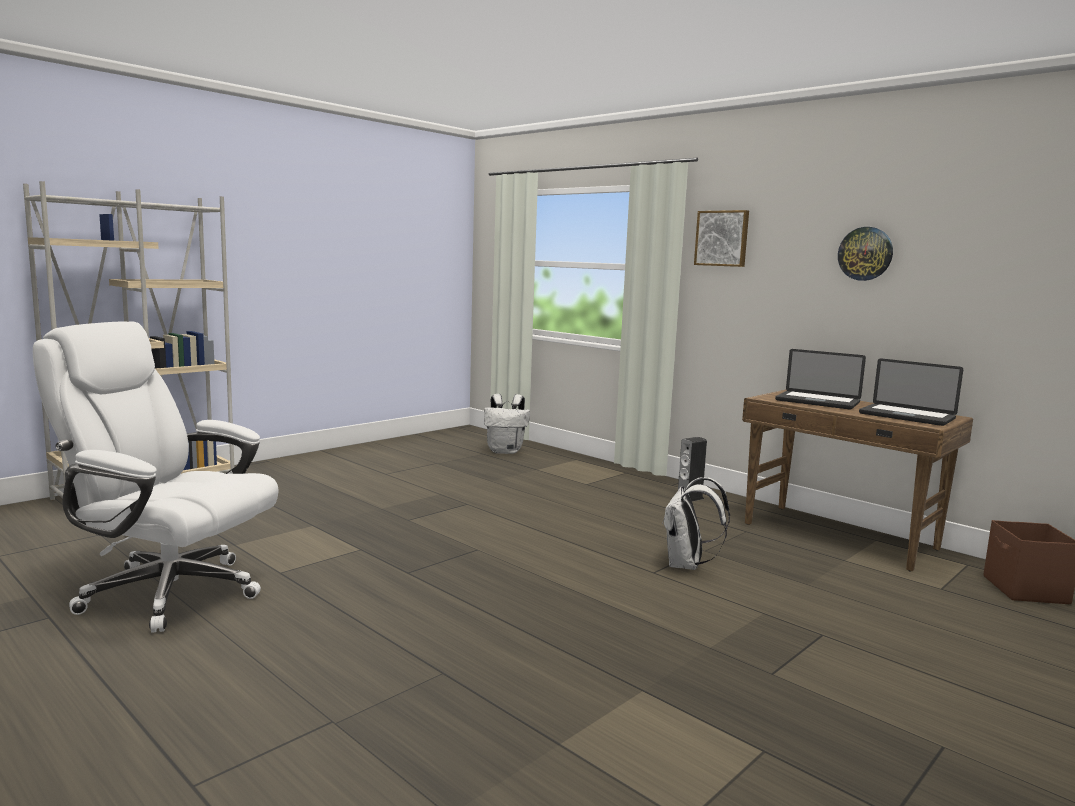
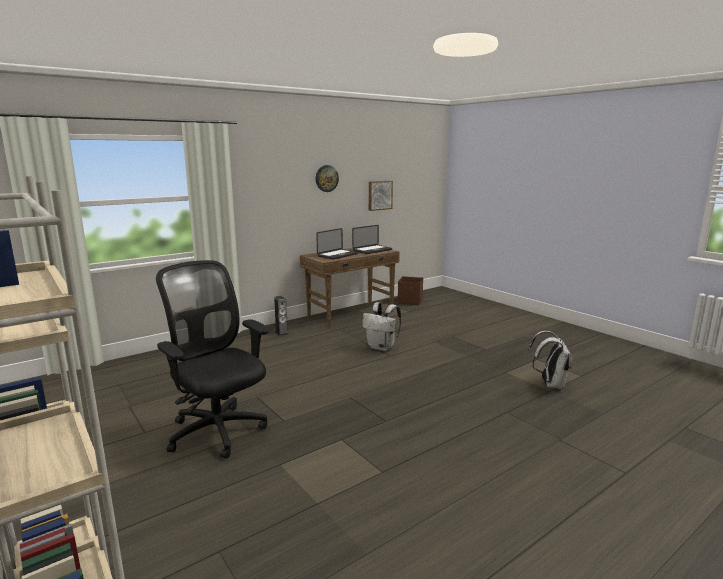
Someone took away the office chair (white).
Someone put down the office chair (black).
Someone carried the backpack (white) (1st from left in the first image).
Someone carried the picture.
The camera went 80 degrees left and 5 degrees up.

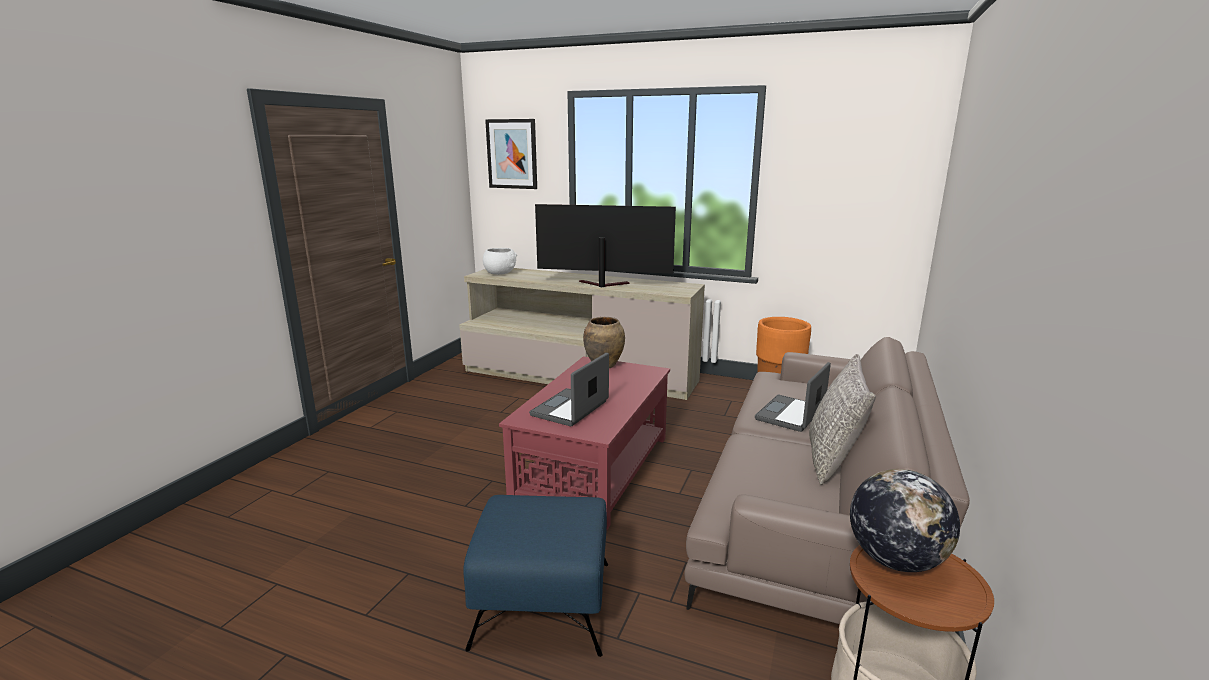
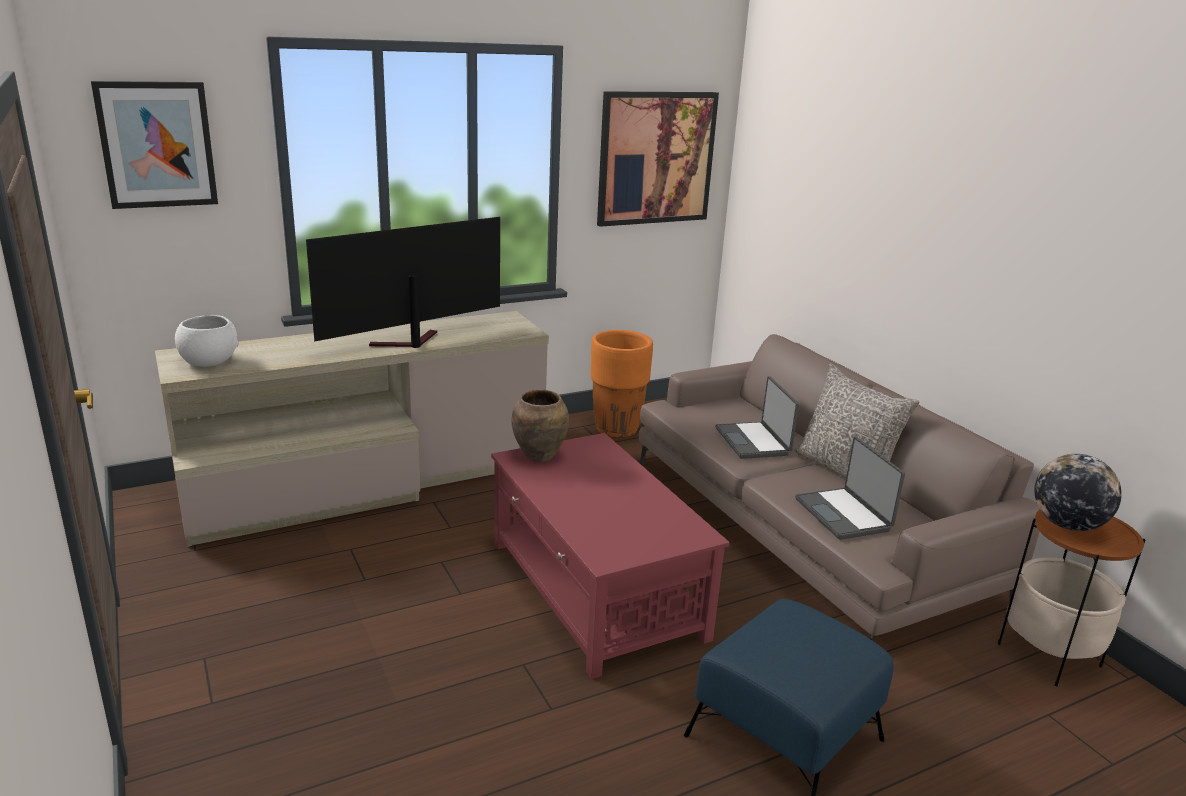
Someone put up the picture (2nd from left).
Someone carried the laptop (1st from left in the first image).
The camera went 50 degrees left and 5 degrees up.

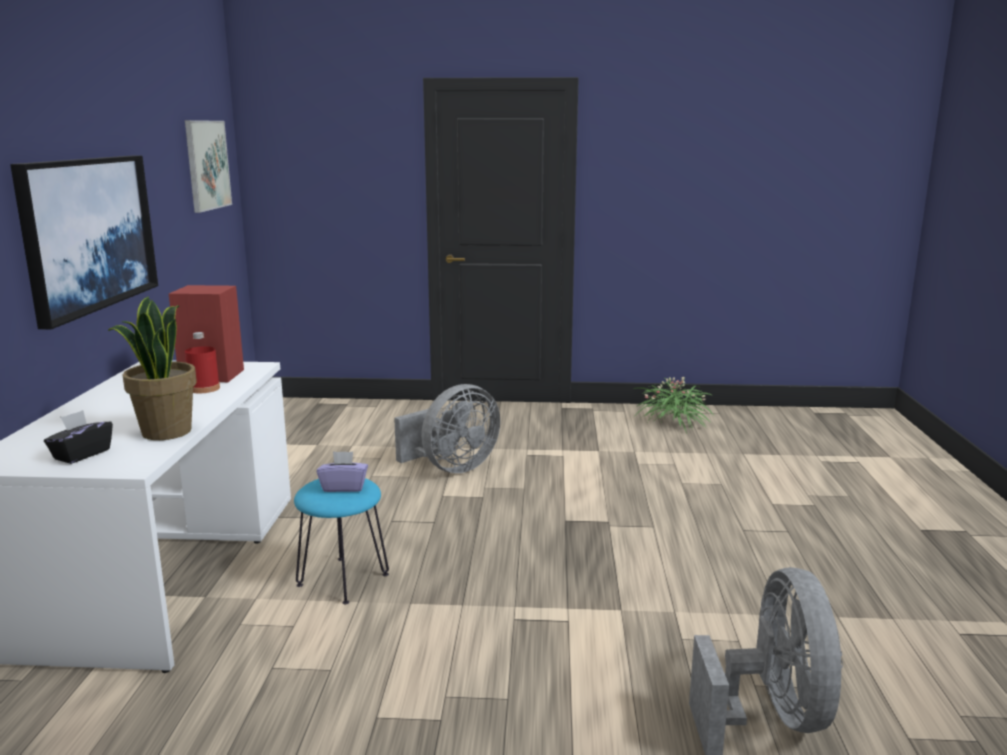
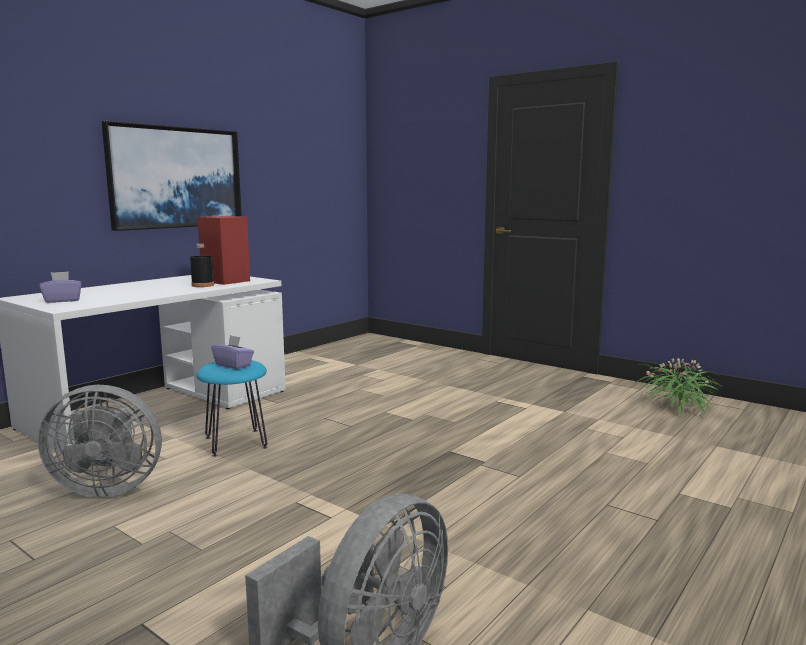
Someone took away the potted plant (1st from left).
Someone took away the picture (2nd from left).
Someone carried the fan (grey) (1st from left).
Someone repainted the tissue box (black), which became the tissue box (purple) (1st from left).
Someone repainted the bottle (red), which became the bottle (black).
The camera went 35 degrees right and 5 degrees down.

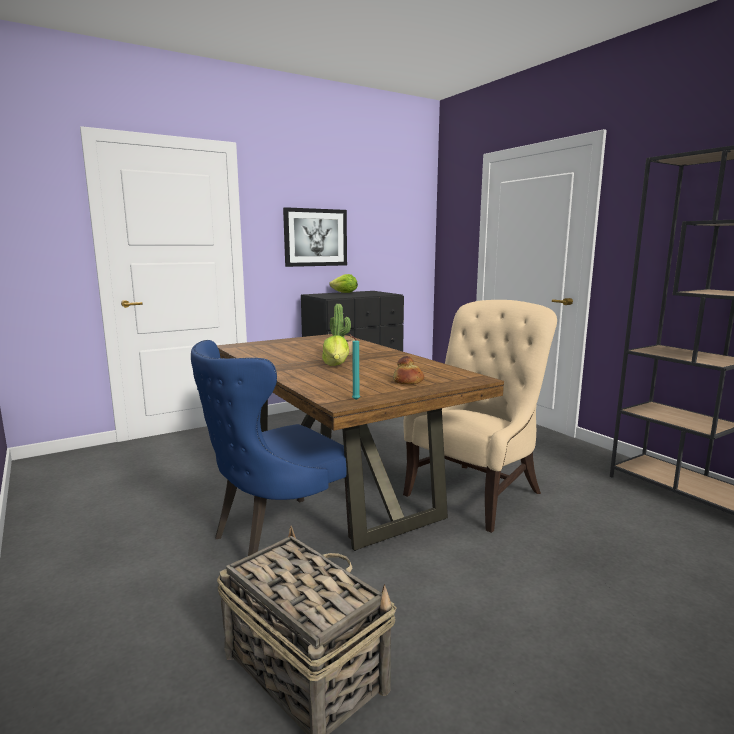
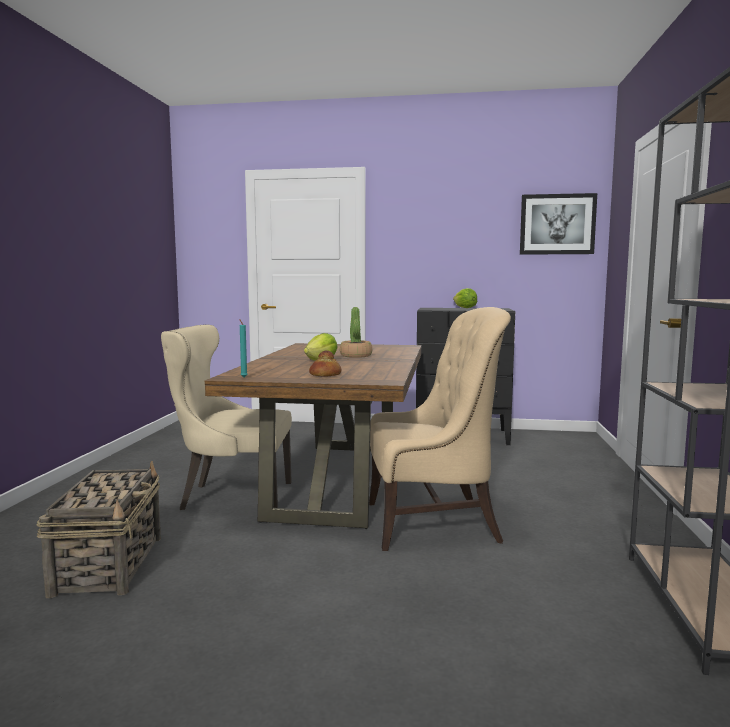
Someone carried the picture.
Someone repainted the chair (blue), which became the chair (beige) (1st from left).
The camera went 40 degrees right and 5 degrees down.

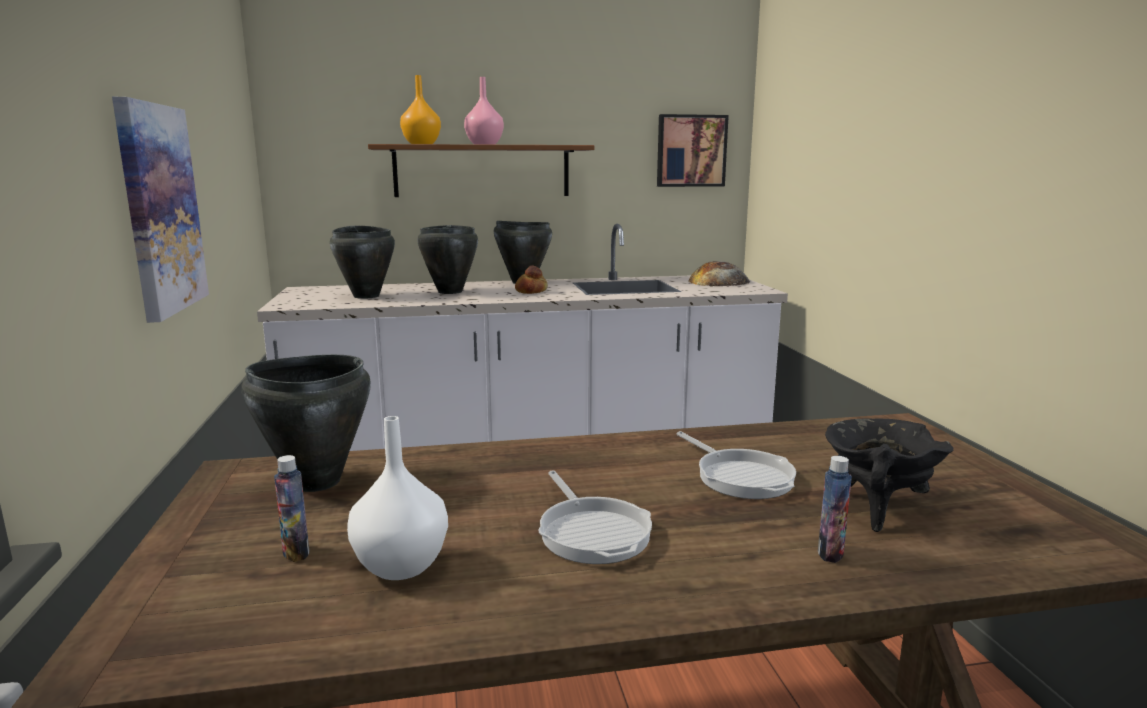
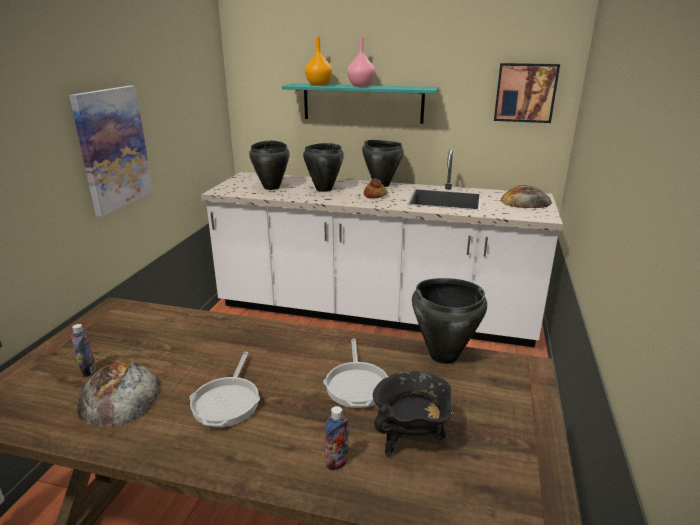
Someone carried the cooking pot (black) (1st from left in the first image).
Someone swapped the vase (white) for the bread (1st from left).
Someone repainted the shelf (brown), which became the shelf (turquoise).
The camera went 25 degrees right and 10 degrees up.

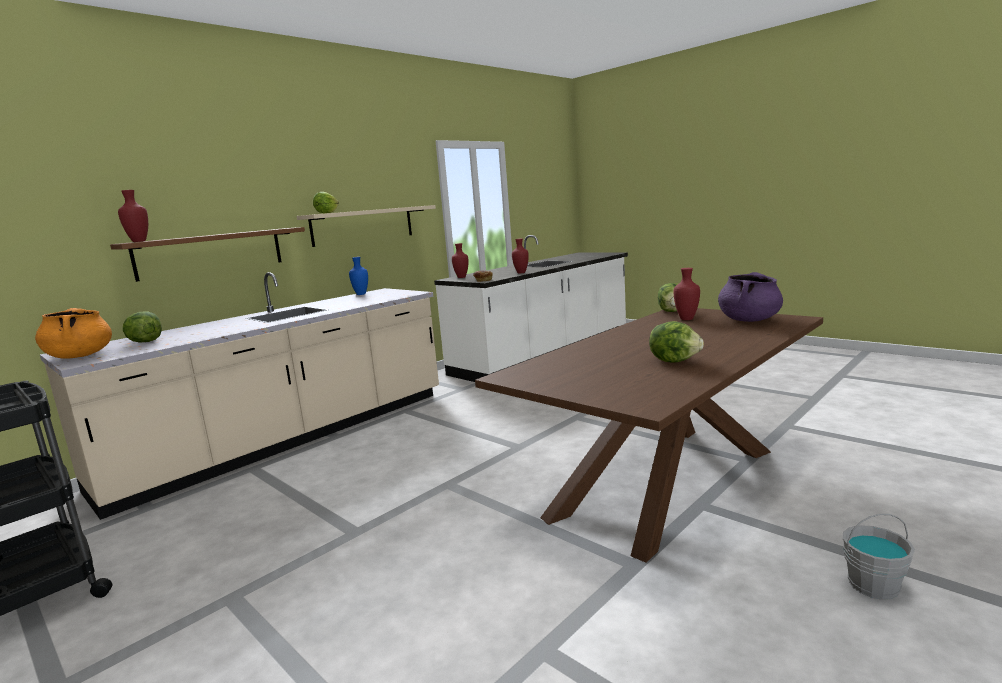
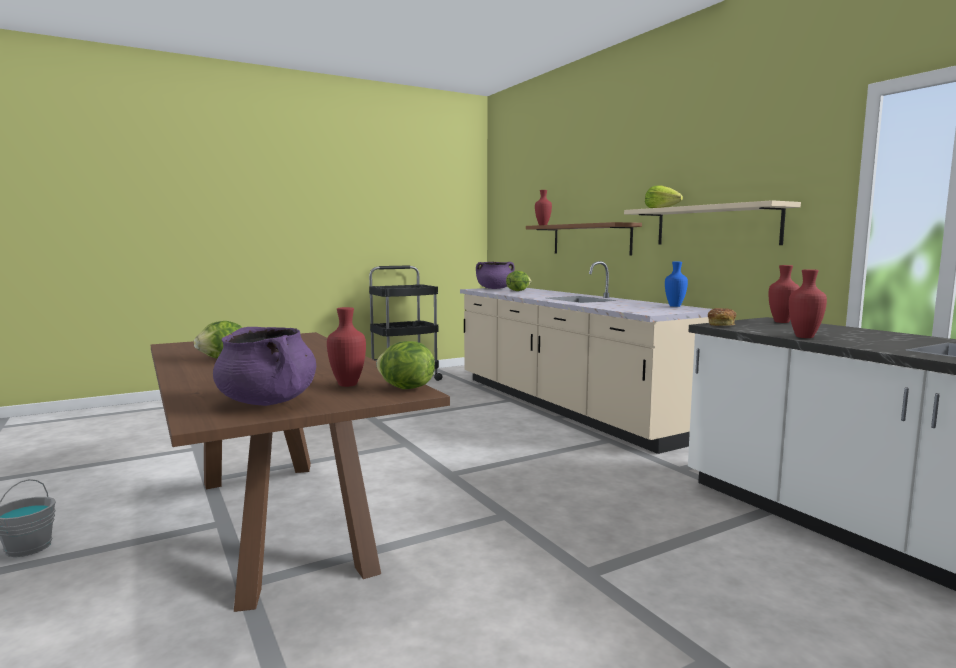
Someone repainted the cooking pot (orange), which became the cooking pot (purple) (2nd from left).
The camera went 105 degrees right and 5 degrees down.

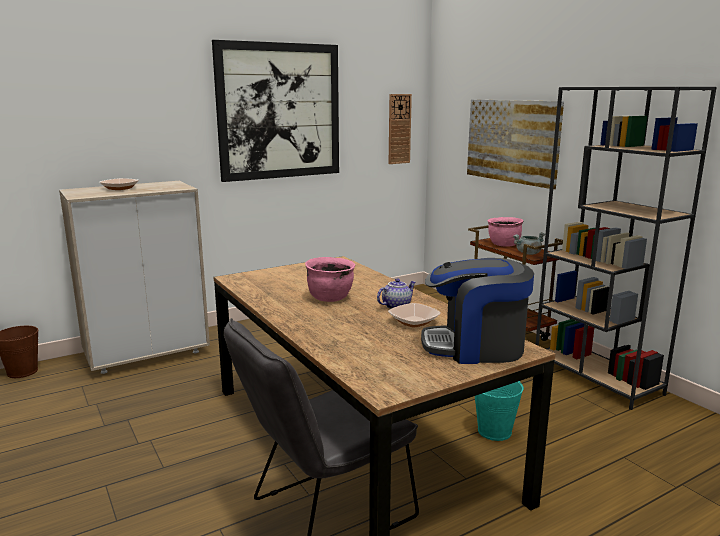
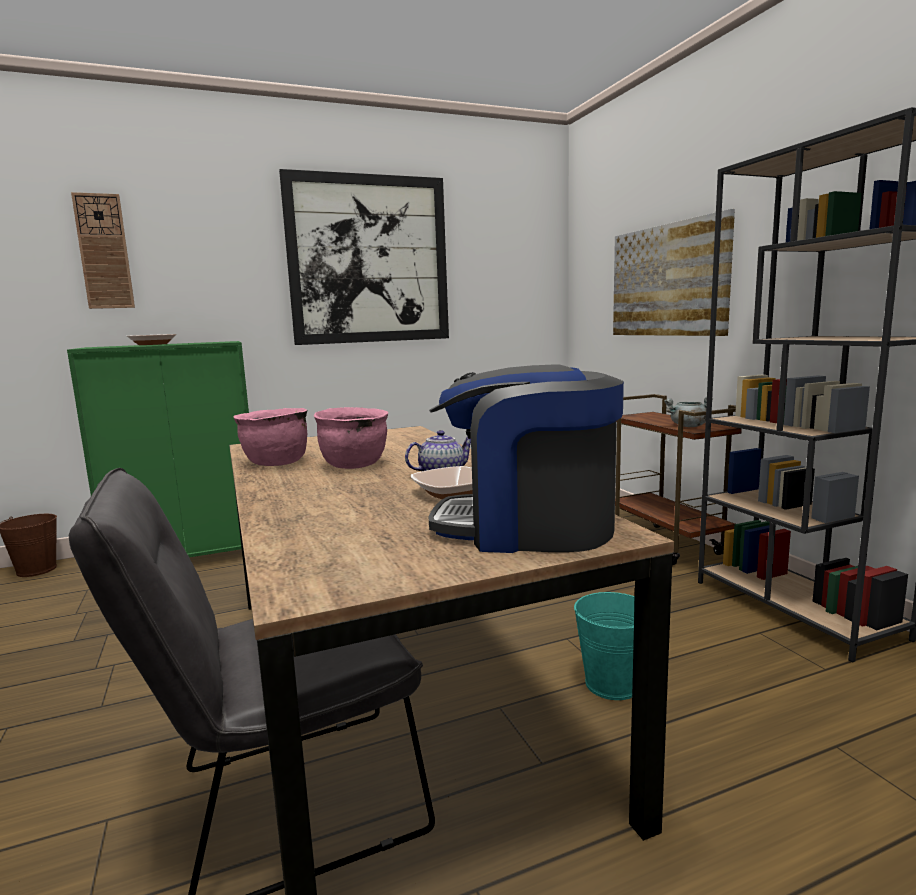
Someone carried the wall clock.
Someone carried the cooking pot (pink) (2nd from left in the first image).
Someone repainted the cabinet (beige), which became the cabinet (green).
The camera went 10 degrees right and 5 degrees down.

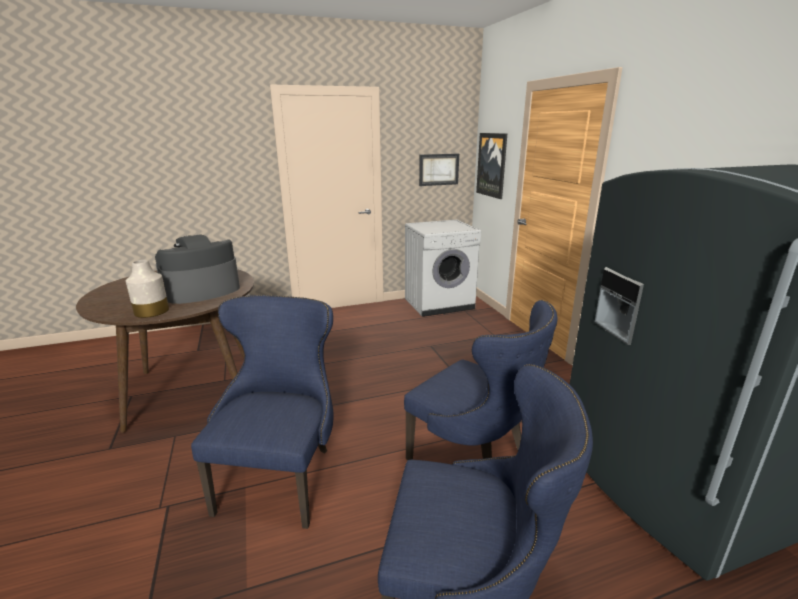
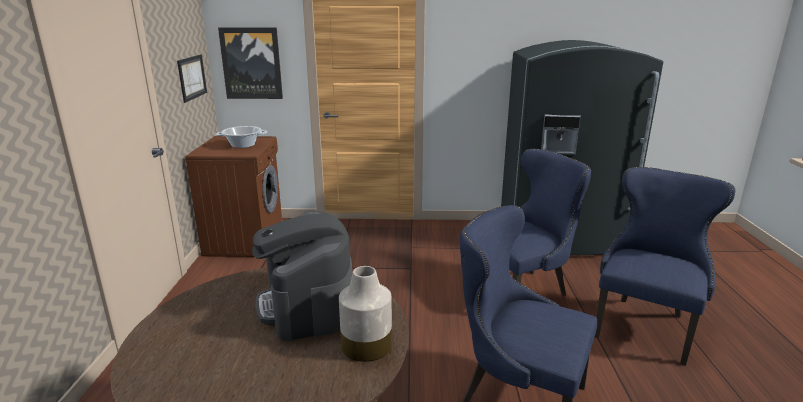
Someone put down the cooking pot.
Someone repainted the washing machine (white), which became the washing machine (brown).
The camera went 70 degrees left and 0 degrees up.

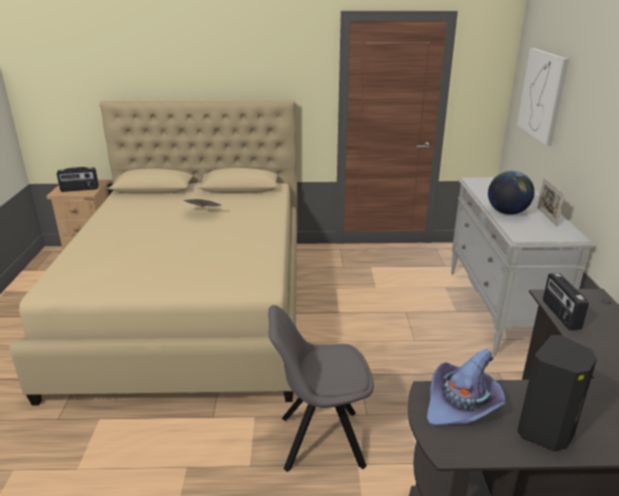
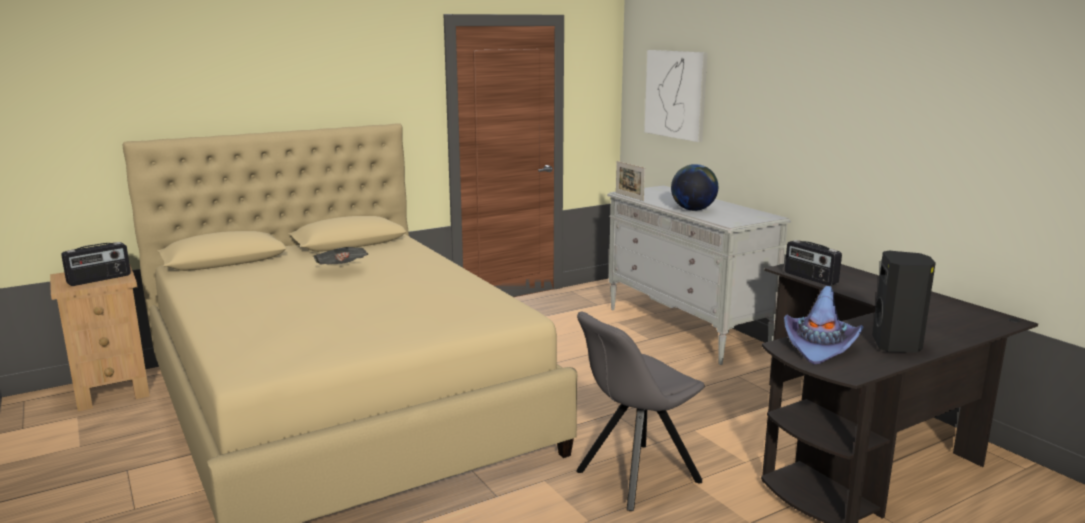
Someone carried the picture frame.
The camera went 30 degrees left and 10 degrees down.

